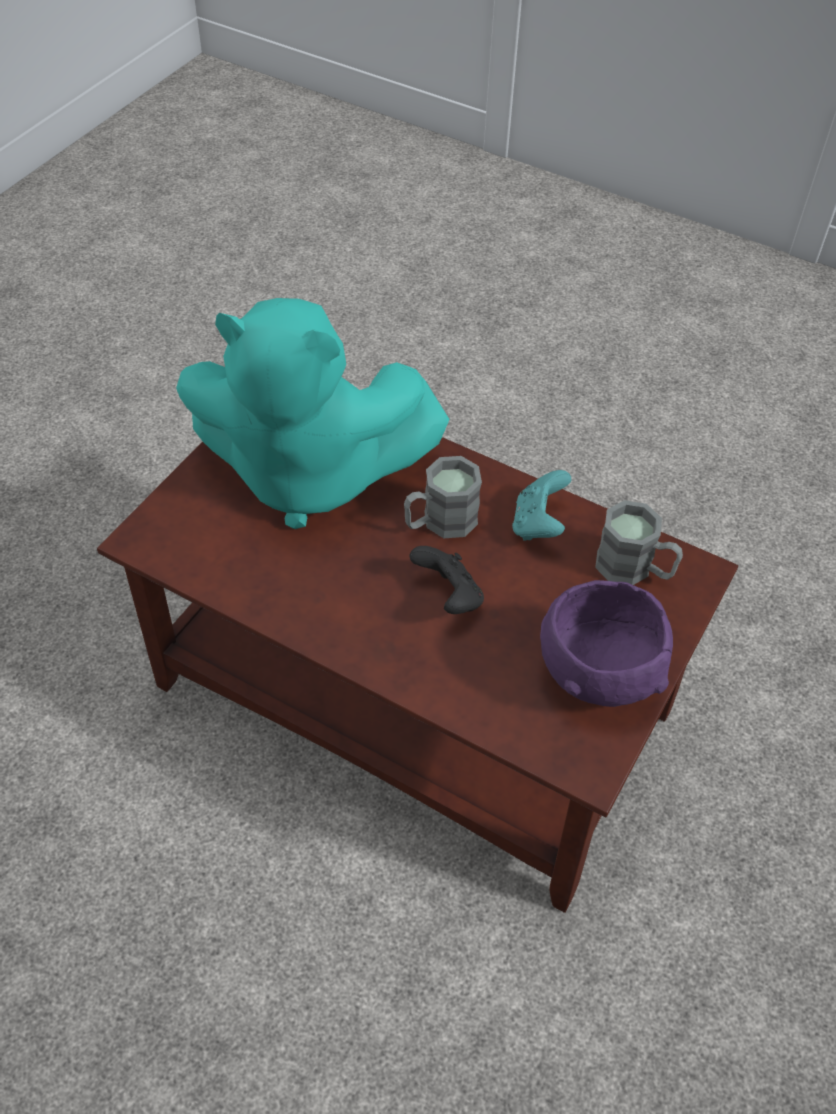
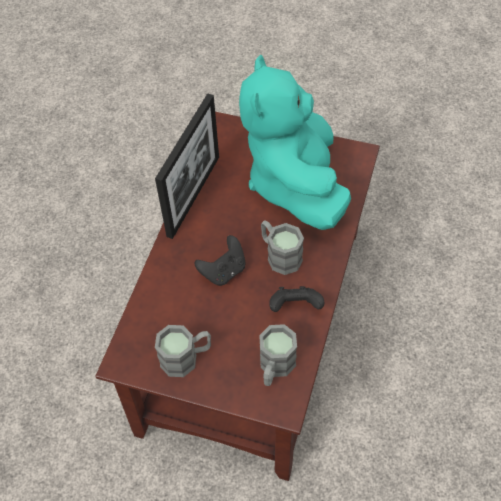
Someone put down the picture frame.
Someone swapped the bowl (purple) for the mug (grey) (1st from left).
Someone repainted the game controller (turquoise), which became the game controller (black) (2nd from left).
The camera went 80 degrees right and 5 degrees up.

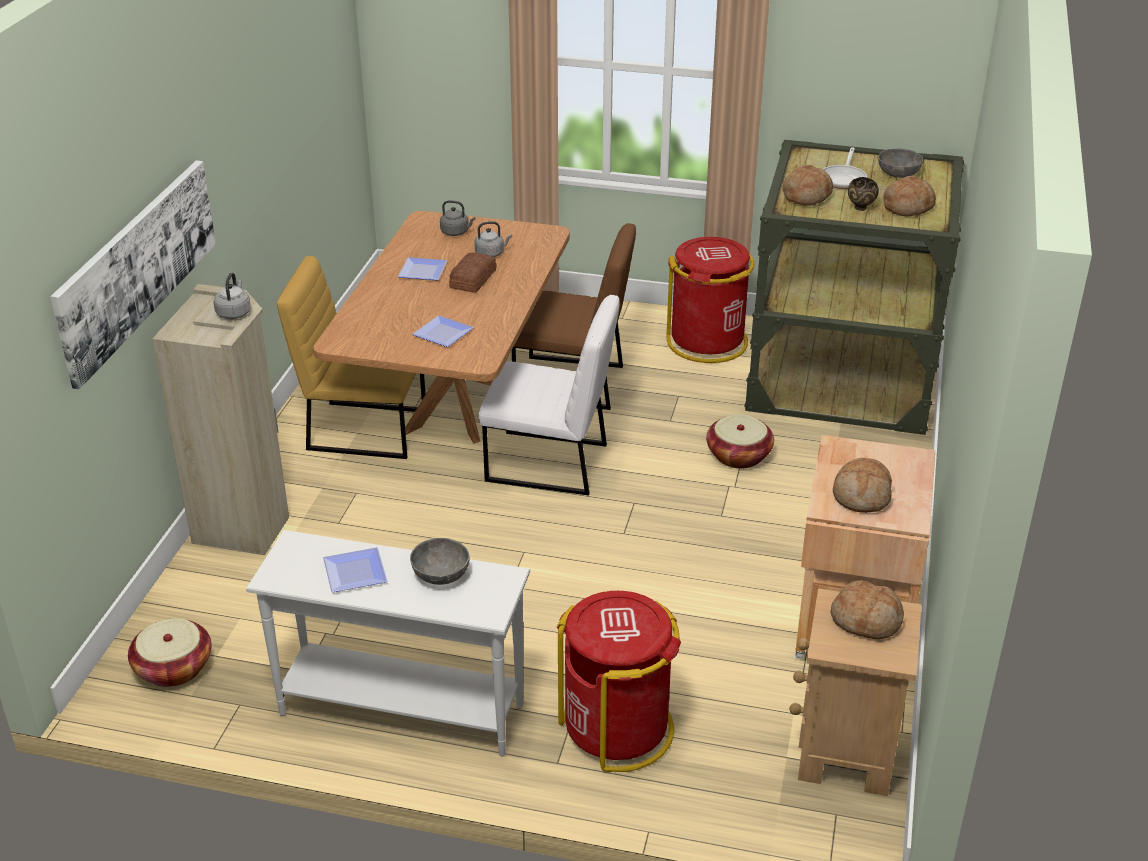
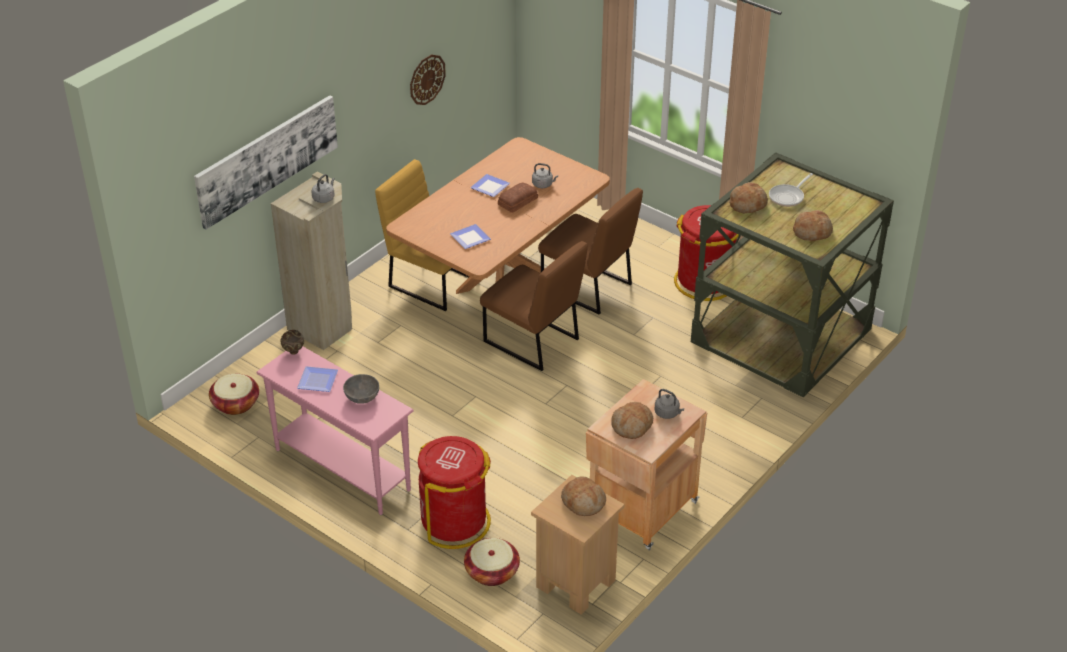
Someone took away the bowl (grey) (2nd from left).
Someone put up the wall clock.
Someone carried the kettle (grey) (2nd from left in the first image).
Someone carried the basket (2nd from left).
Someone carried the bowl (brown).
Someone repainted the console table (white), which became the console table (pink).
Someone repainted the chair (white), which became the chair (brown) (1st from left).
The camera went 25 degrees right and 5 degrees up.

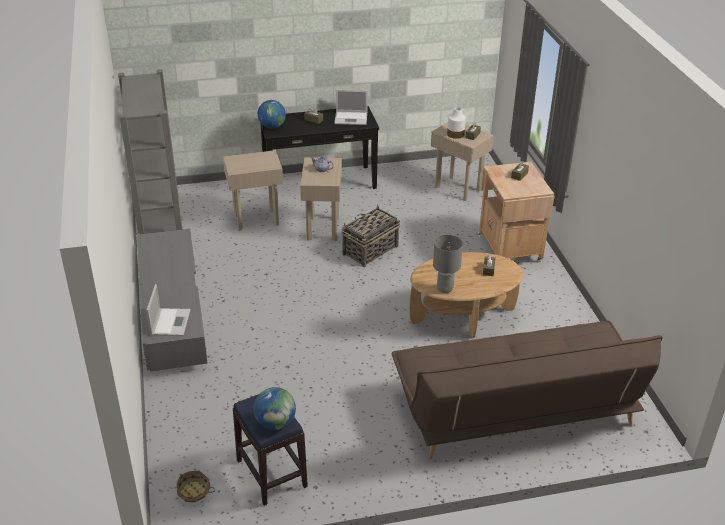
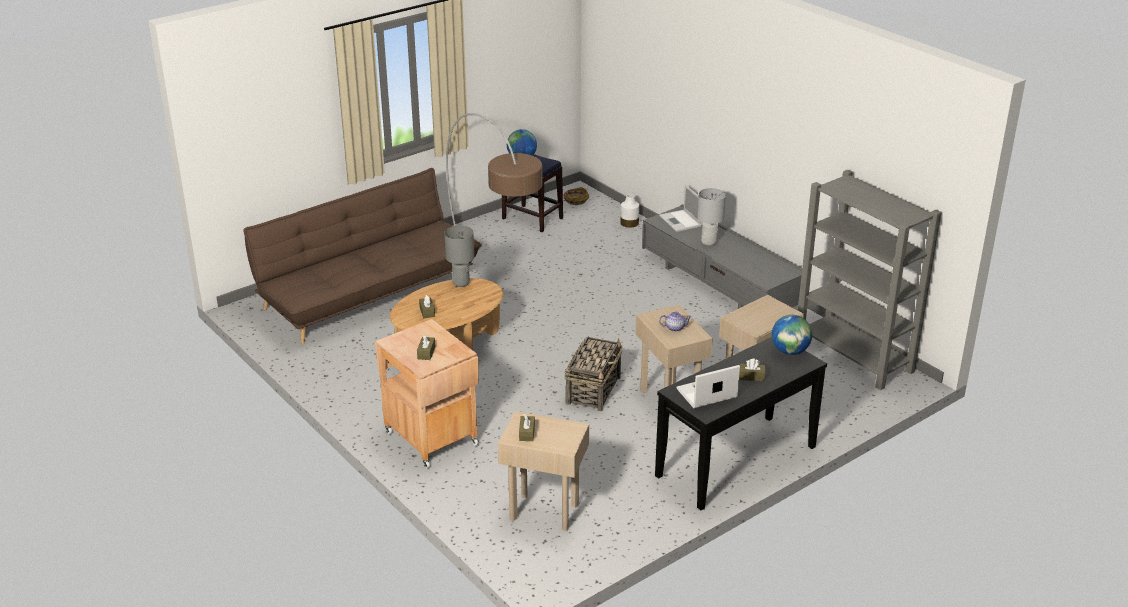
Someone put down the floor lamp.
Someone put down the table lamp (grey) (2nd from left).
Someone carried the vase (white).
The camera went 155 degrees right and 5 degrees down.

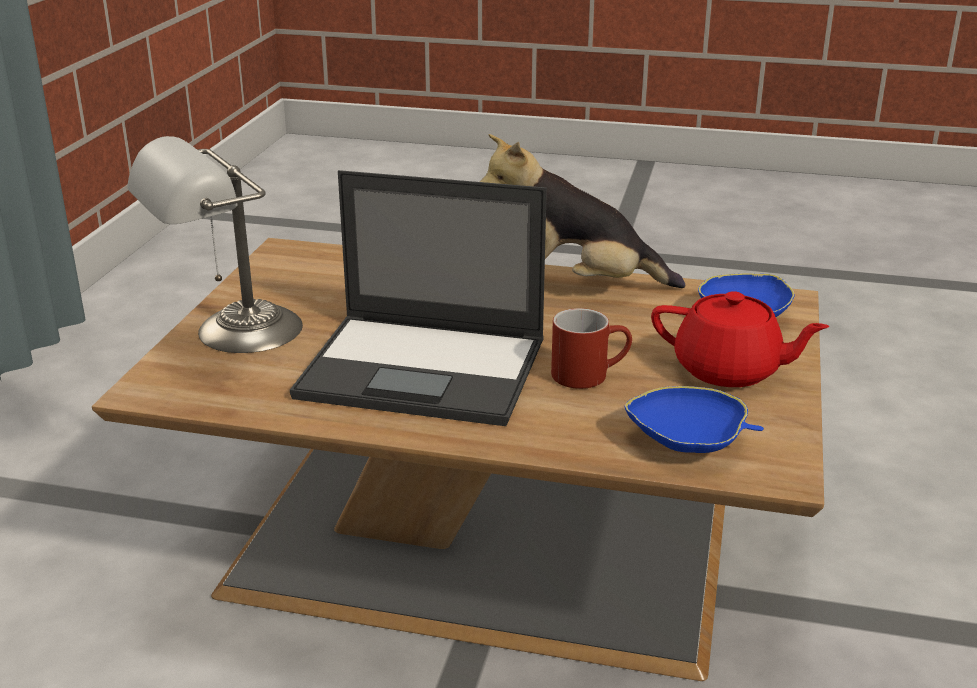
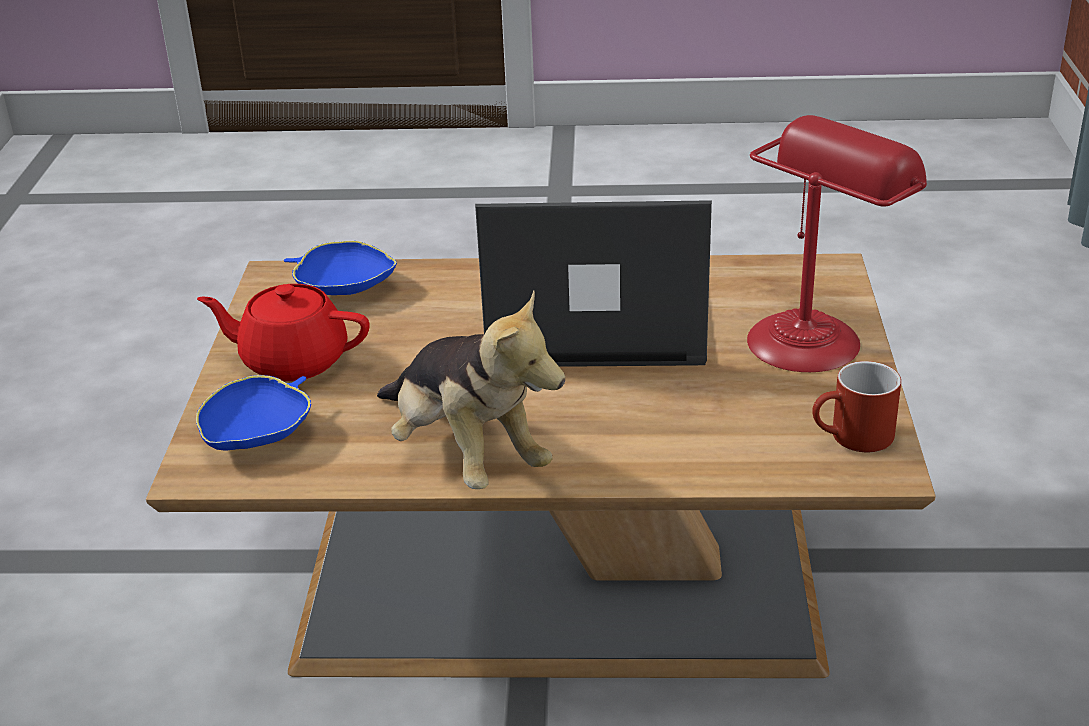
Someone carried the mug (red).
Someone repainted the table lamp (white), which became the table lamp (red).
Someone rotated the plush toy by 60 degrees clockwise.
The camera went 170 degrees right and 5 degrees up.

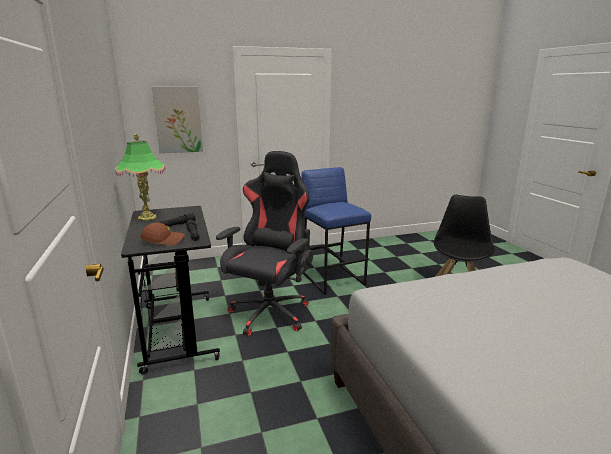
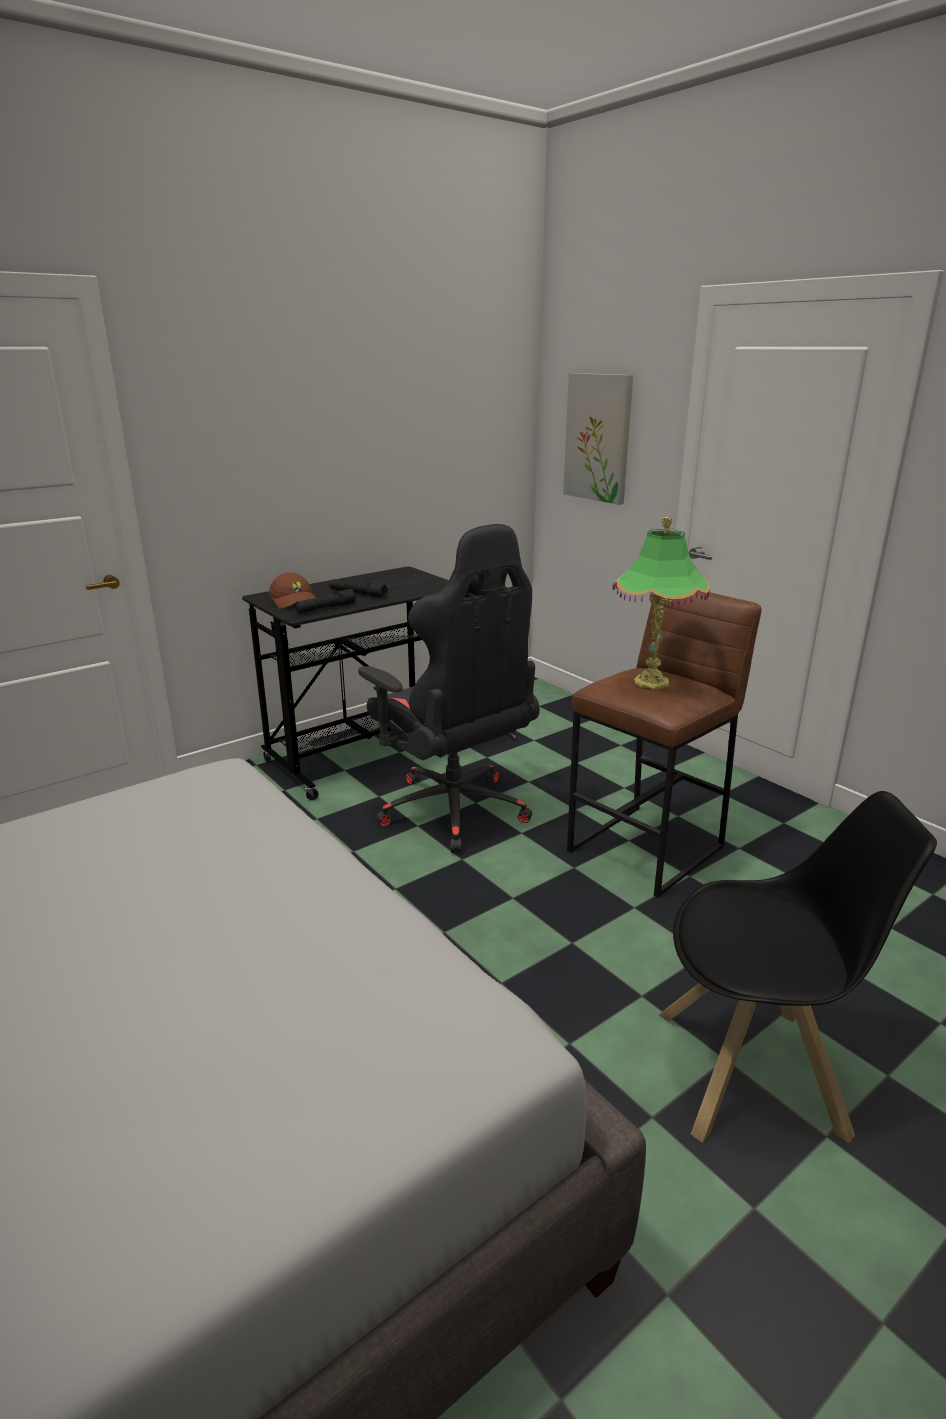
Someone carried the table lamp.
Someone repainted the stool (blue), which became the stool (brown).
Someone rotated the office chair (black) by 45 degrees clockwise.
The camera went 70 degrees right and 5 degrees up.

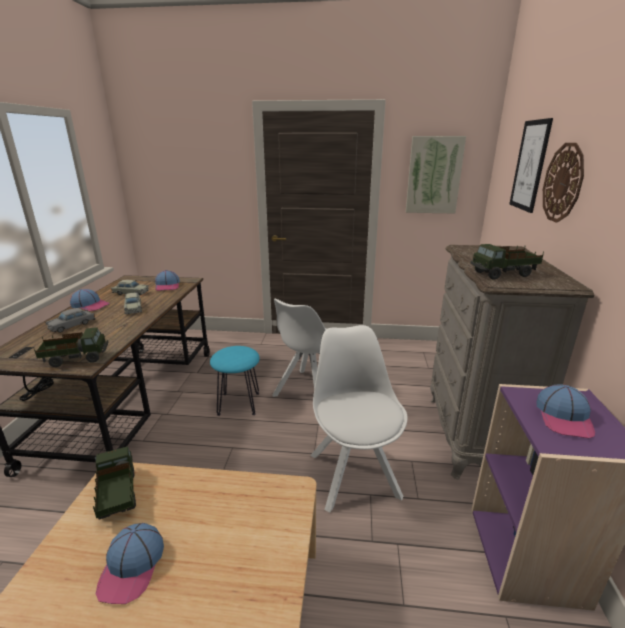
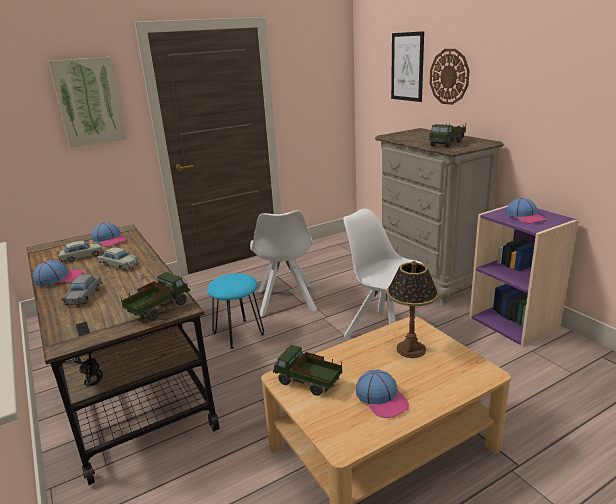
Someone put down the table lamp.
Someone carried the picture (1st from left).
The camera went 35 degrees left and 0 degrees up.

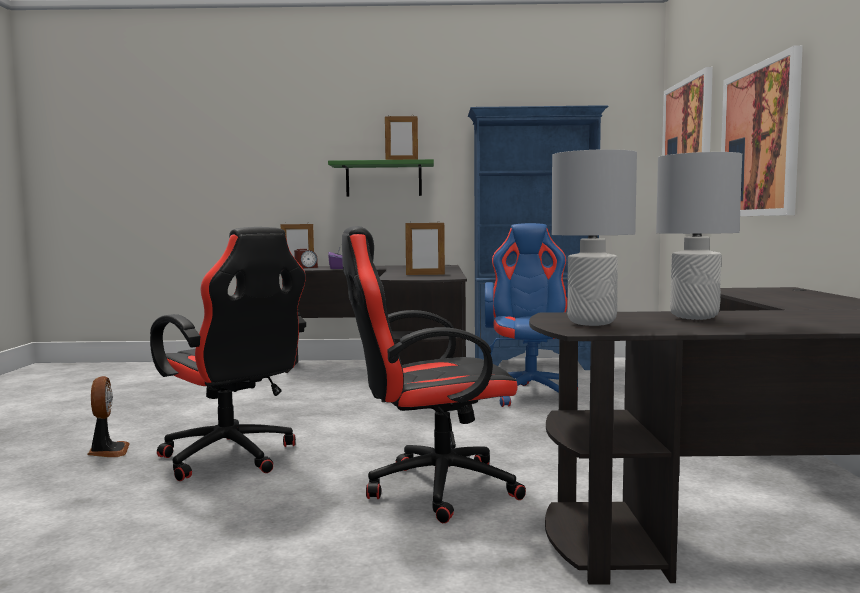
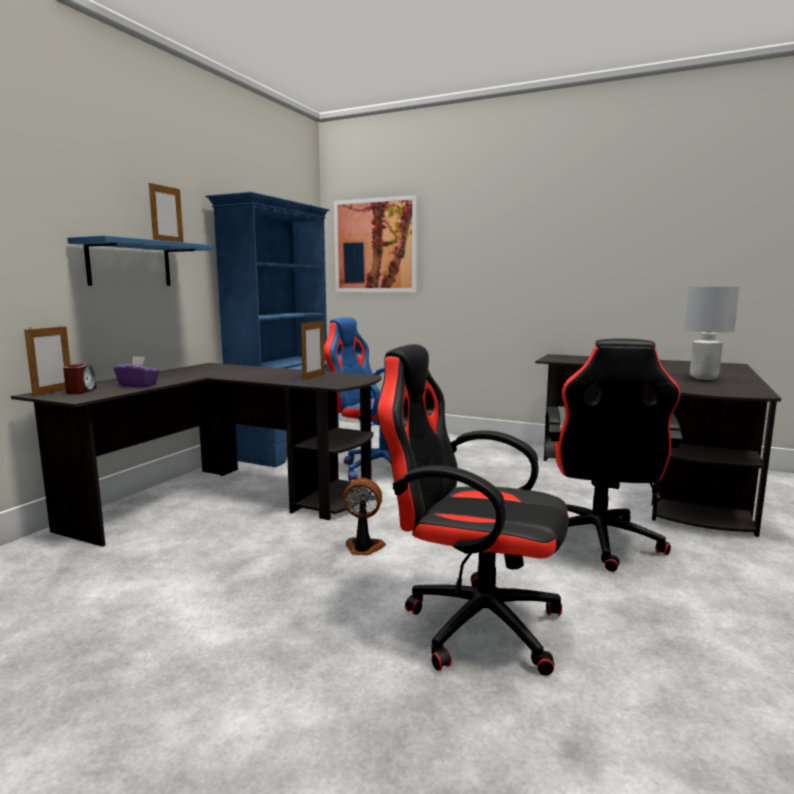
Someone took away the table lamp (grey) (1st from left).
Someone took away the picture (2nd from left).
Someone carried the fan.
Someone repainted the shelf (green), which became the shelf (blue).
Someone rotated the office chair (black) (1st from left) by 135 degrees counterclockwise.
The camera went 65 degrees left and 5 degrees up.

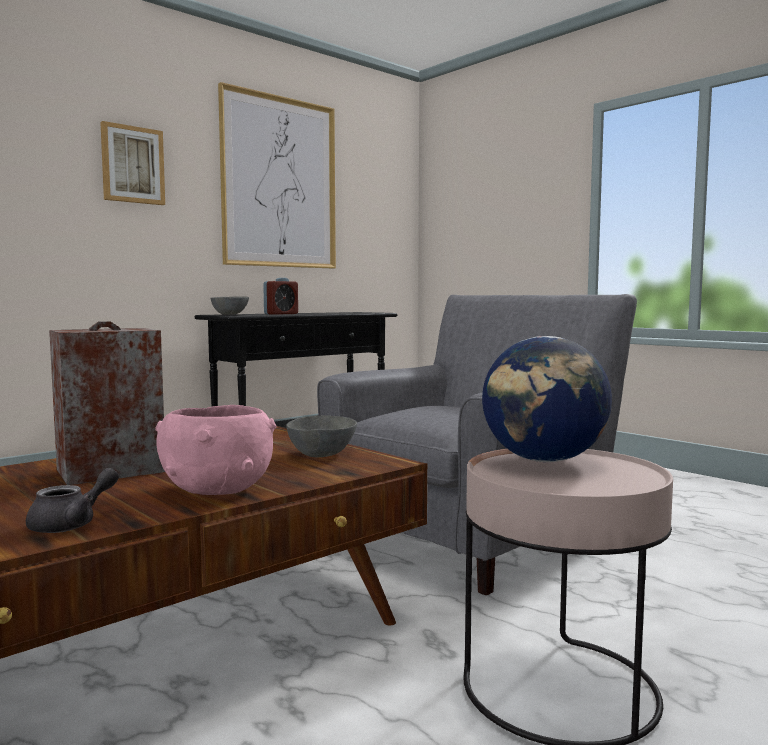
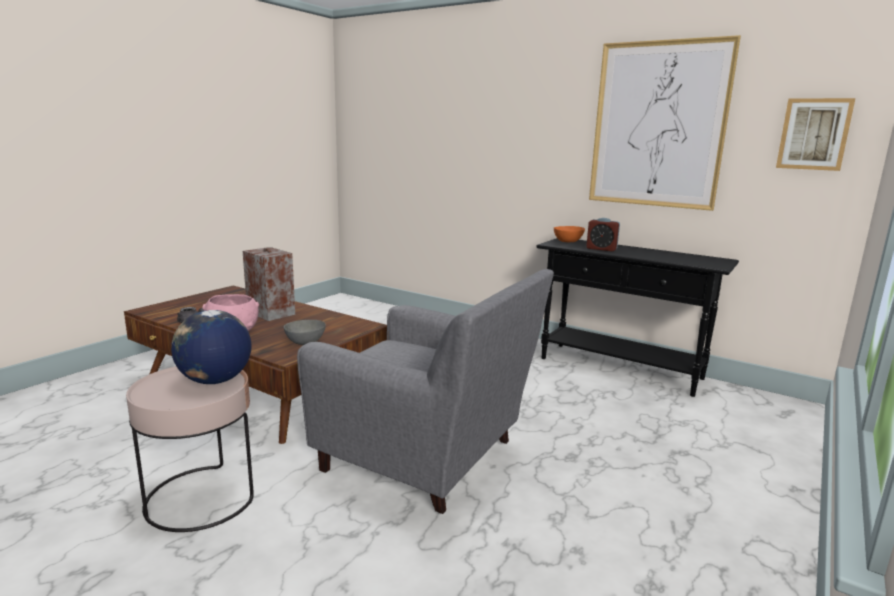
Someone carried the picture (1st from left in the first image).
Someone repainted the bowl (grey) (1st from left), which became the bowl (orange).
The camera went 75 degrees right and 10 degrees up.

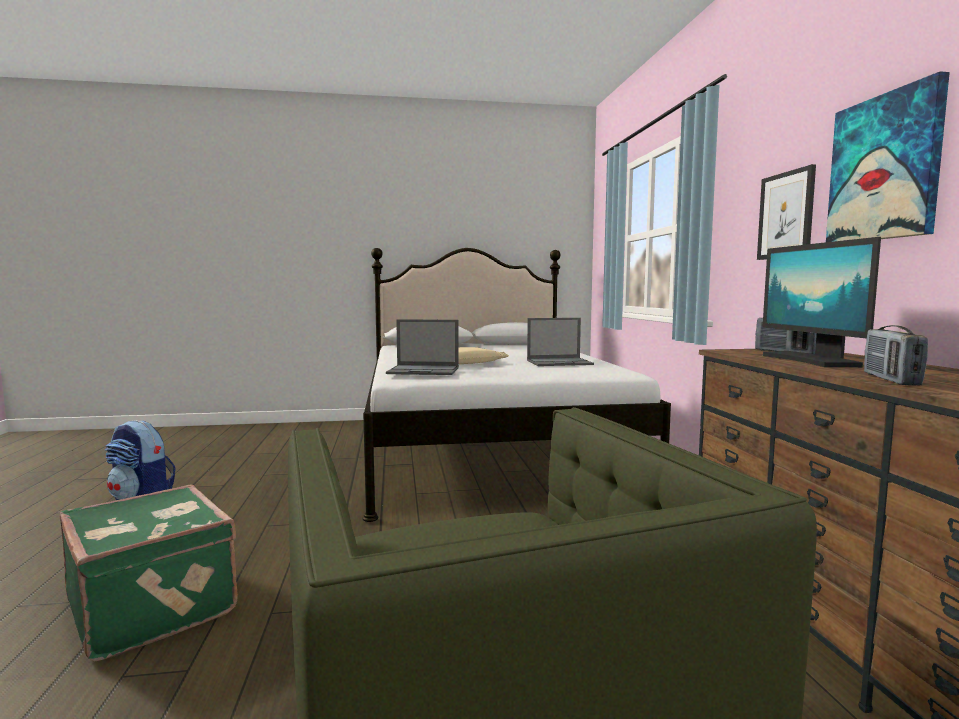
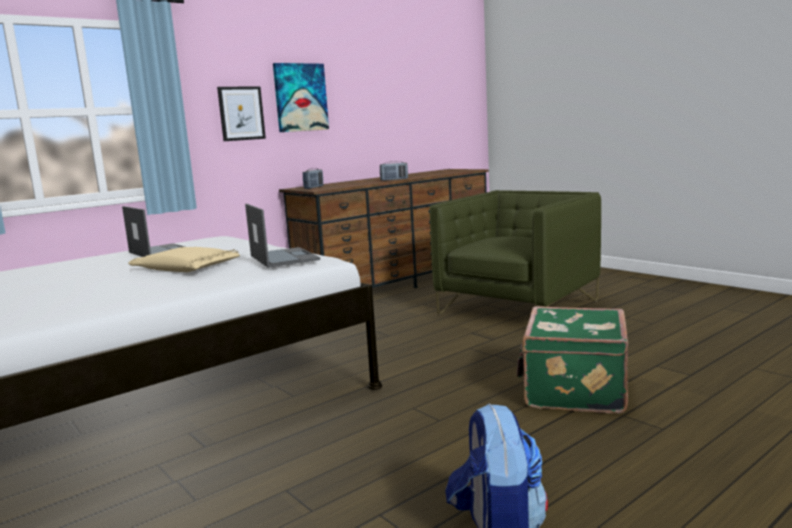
Someone took away the monitor.
The camera went 120 degrees left and 5 degrees up.

